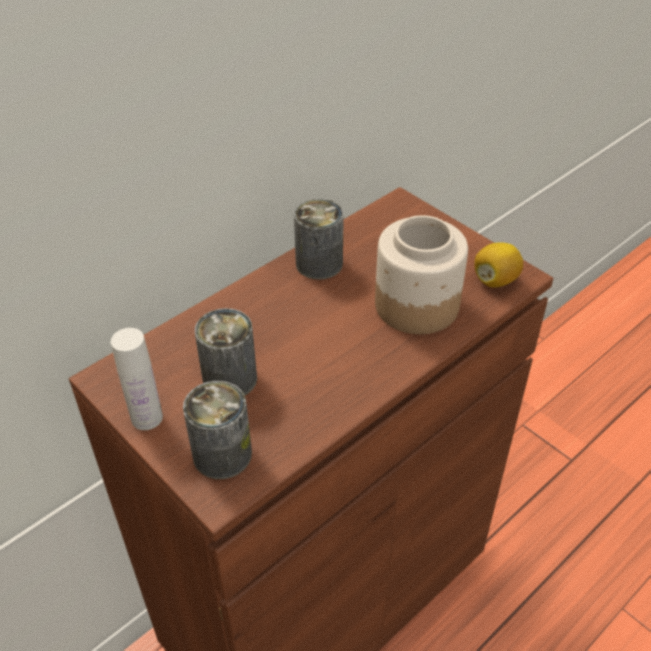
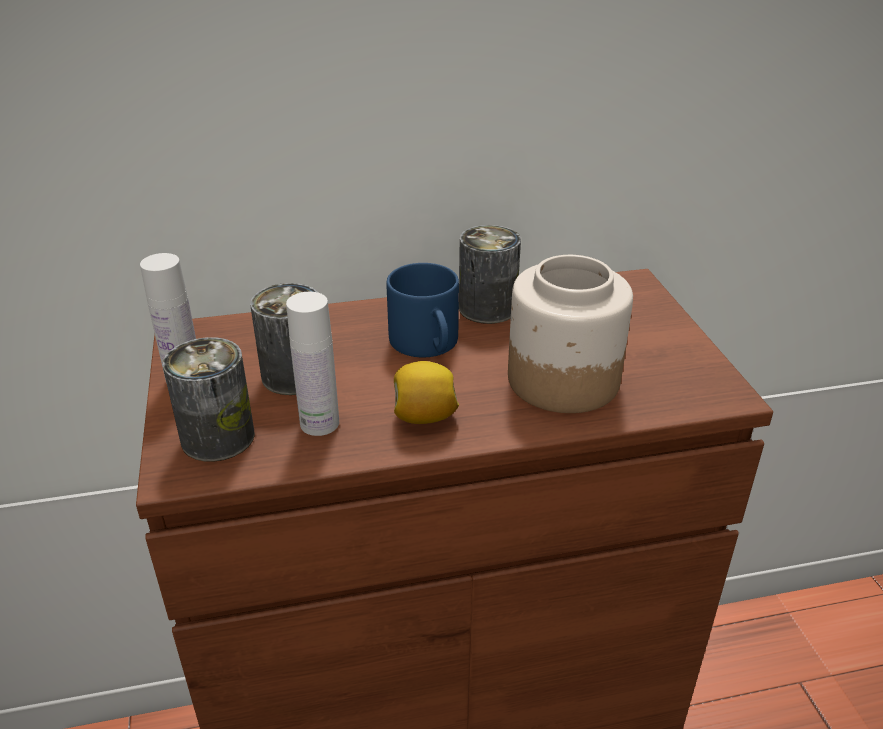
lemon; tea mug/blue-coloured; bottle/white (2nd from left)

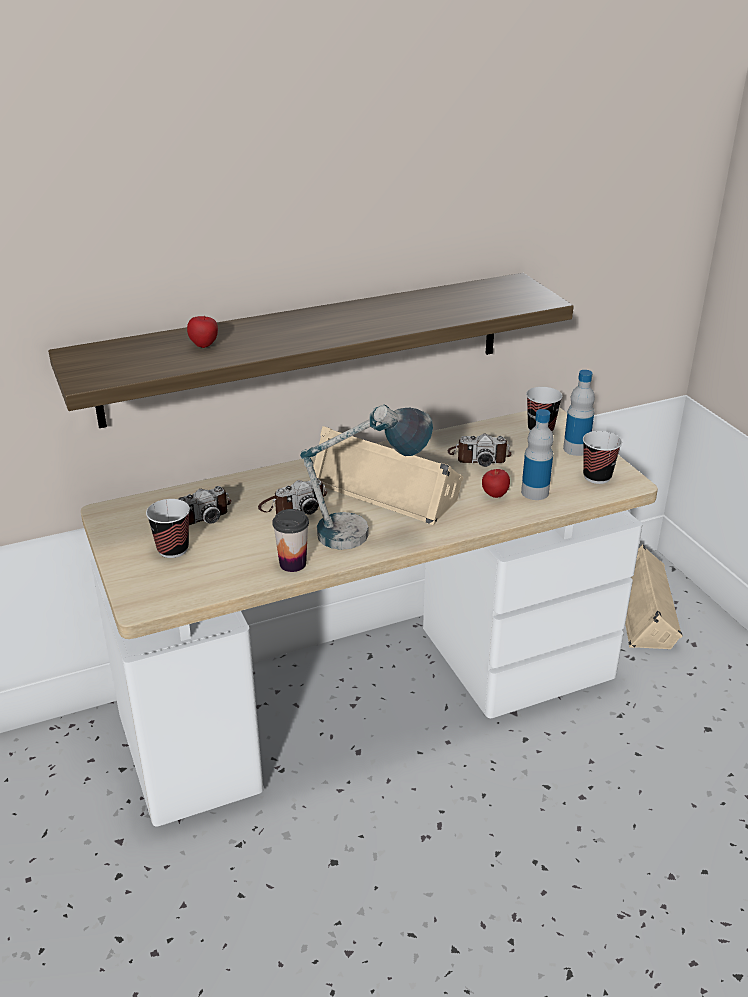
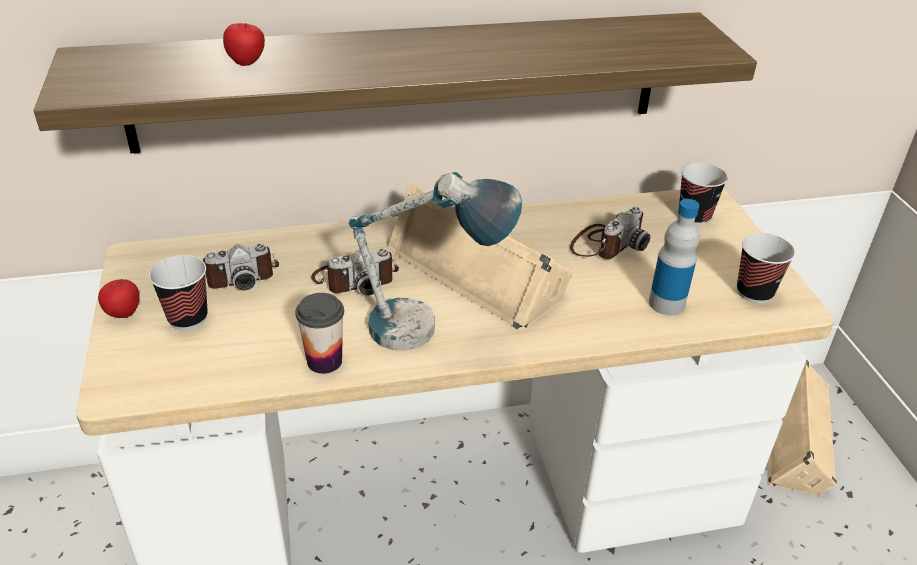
bottle (2nd from left in the first image); still camera (3rd from left); apple fruit (1st from left)

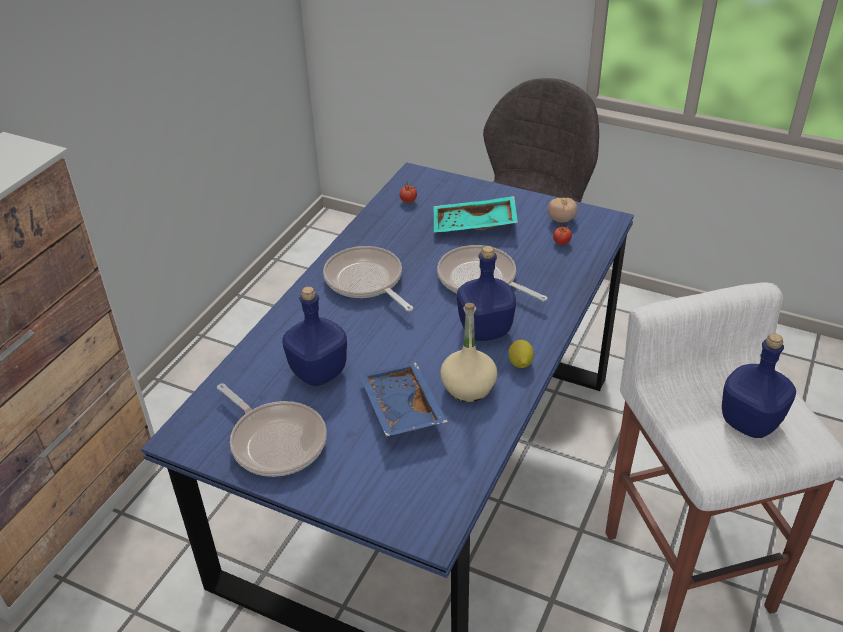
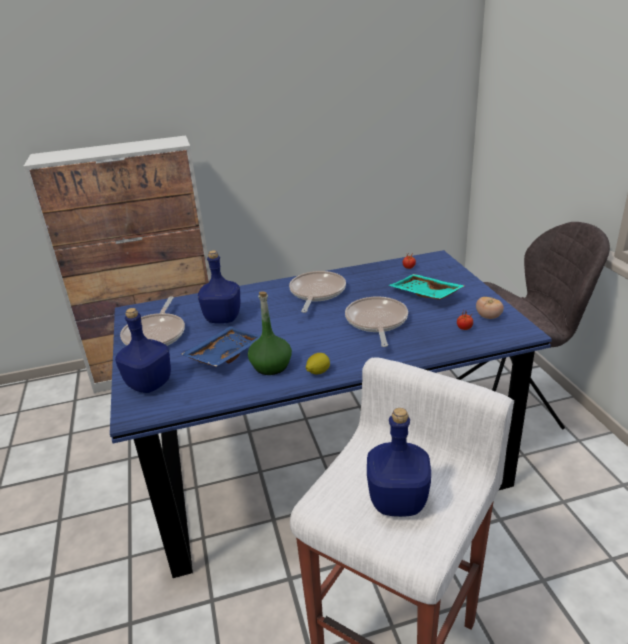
bottle/blue-coloured (1st from left); bottle/green

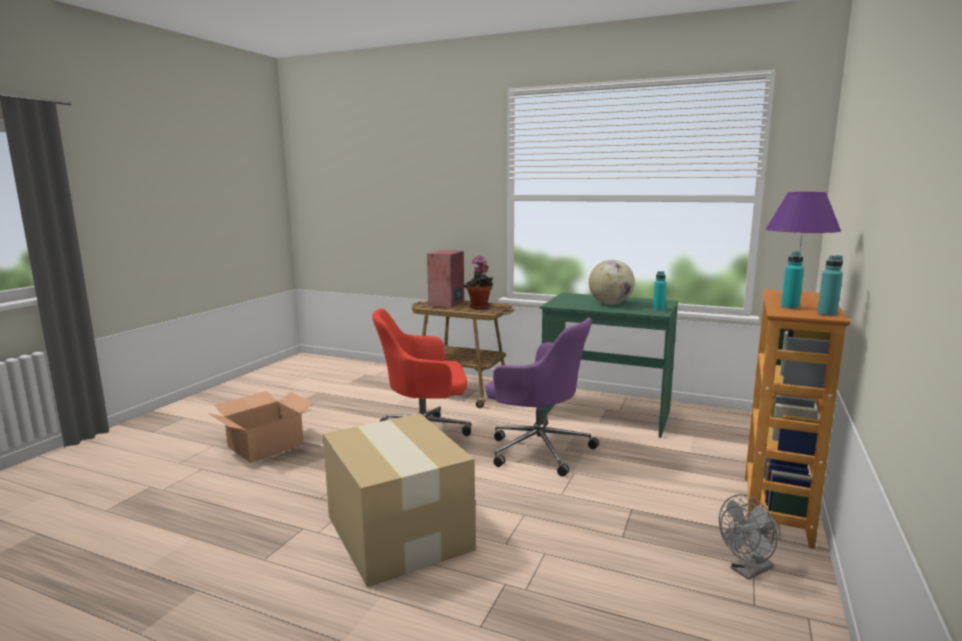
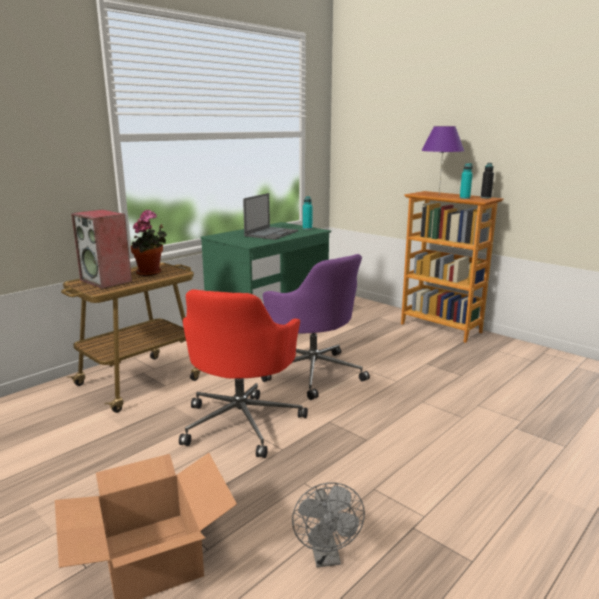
bottle/black-coloured; notebook computer; office chair/purplish; cardboard box (2nd from left in the first image); cooling fan/gray

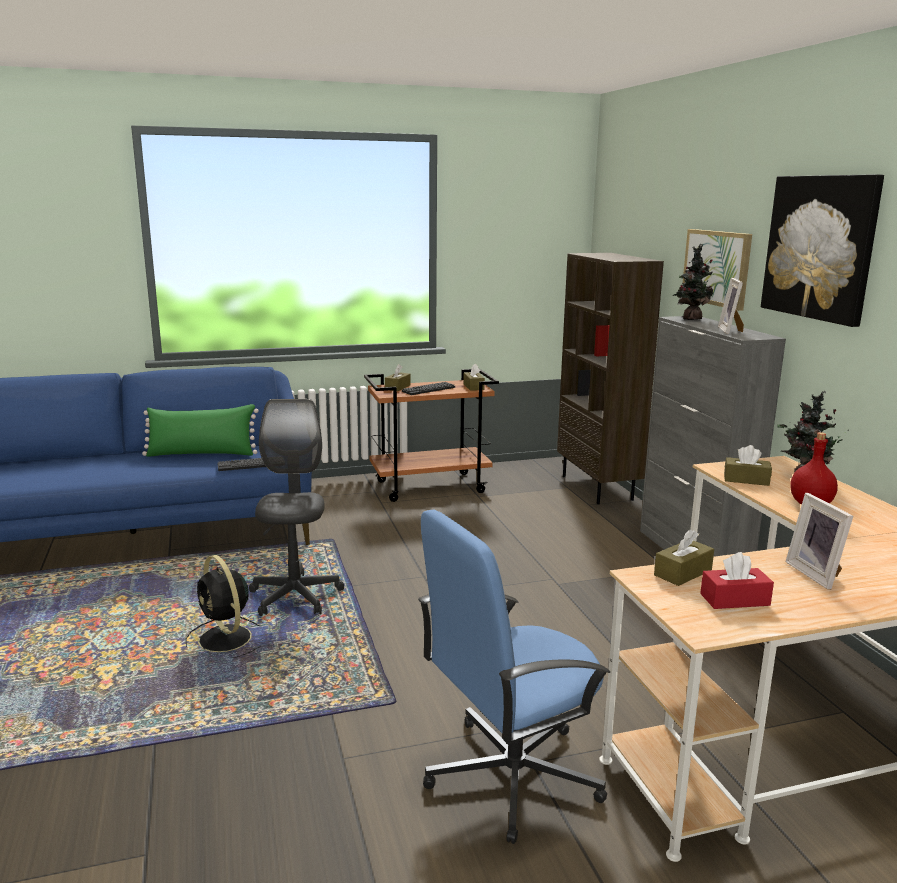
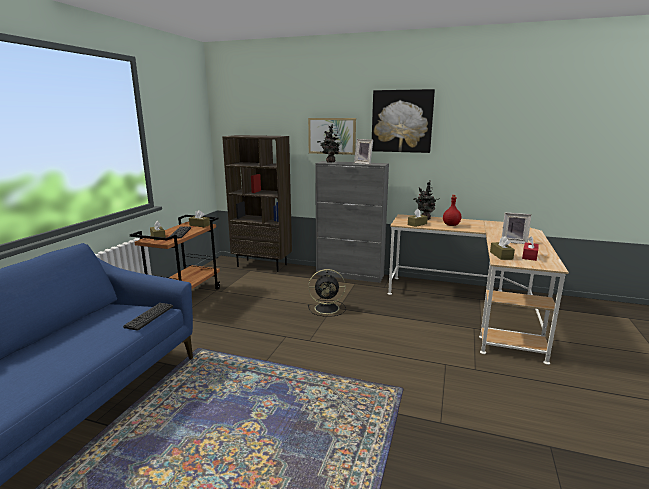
office chair/gray; cushion/green; office chair/blue-coloured; cooling fan/black-coloured

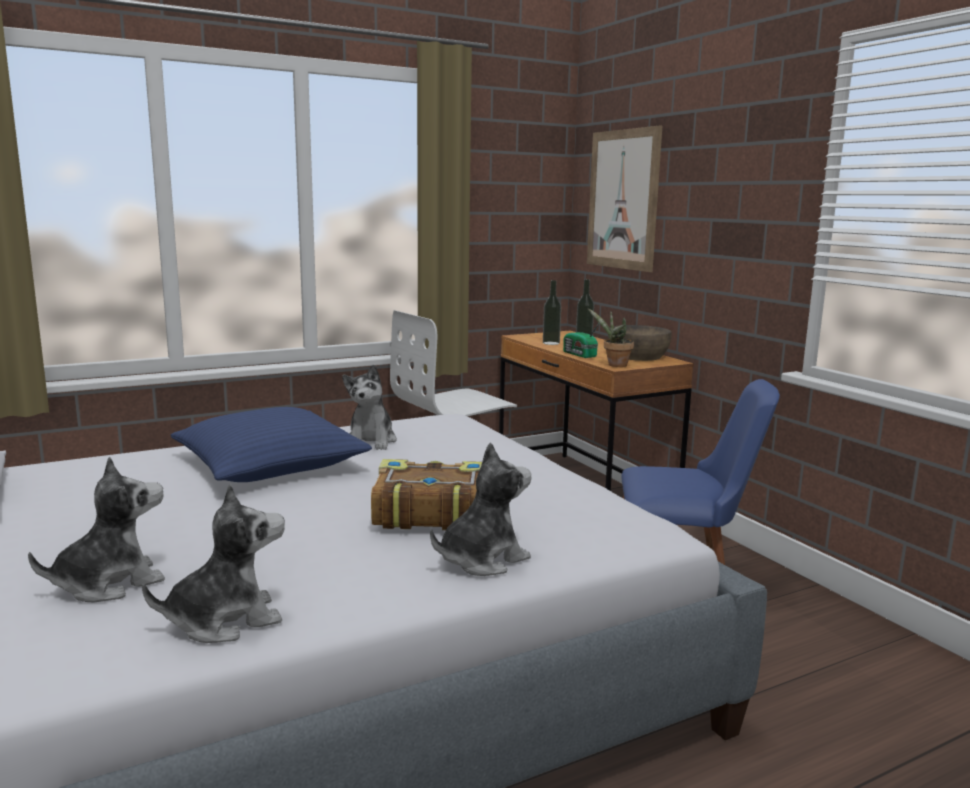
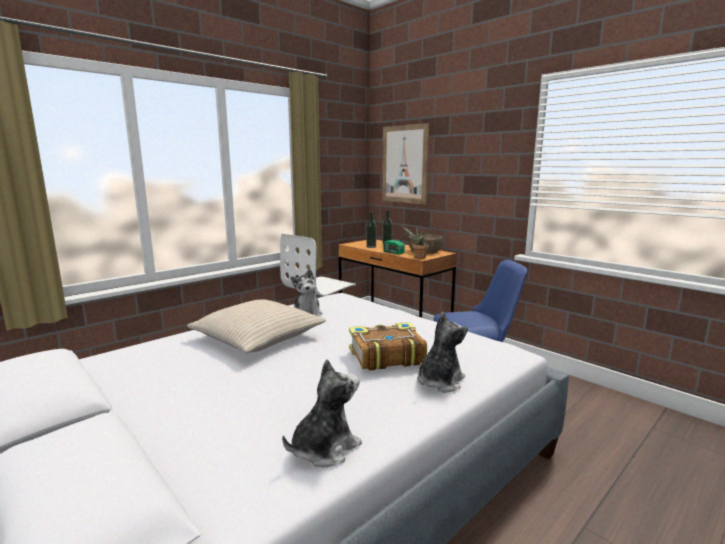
cushion/beige; plush toy (1st from left in the first image)

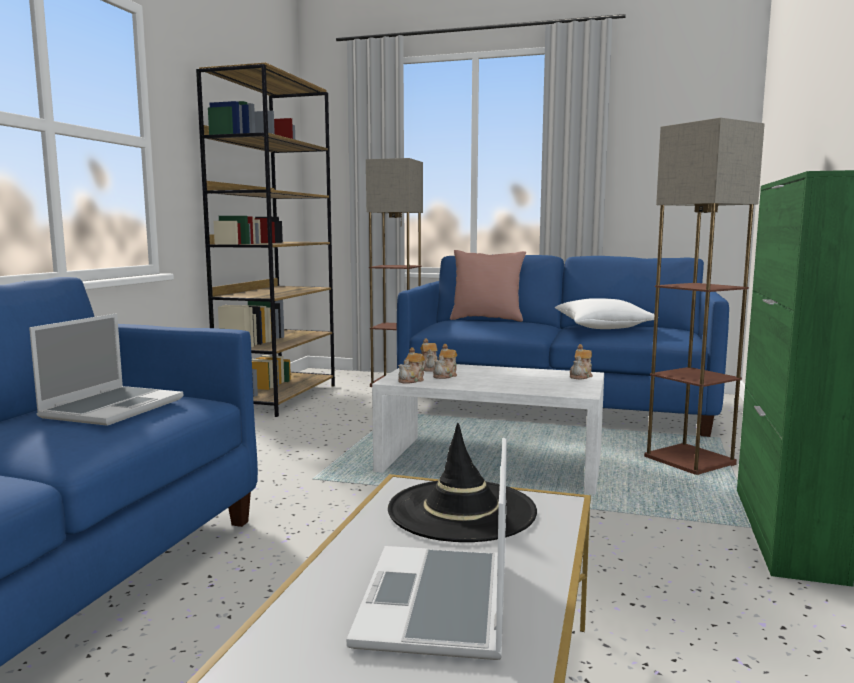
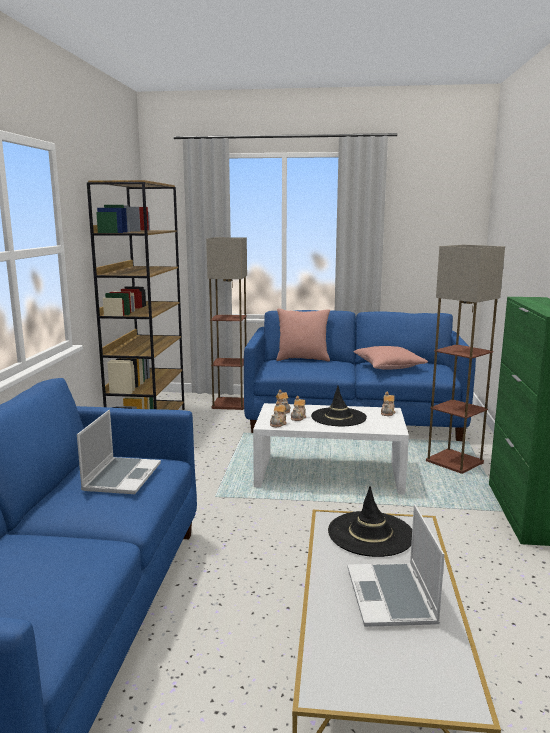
cushion/pink (2nd from left); hat/black-coloured (1st from left)

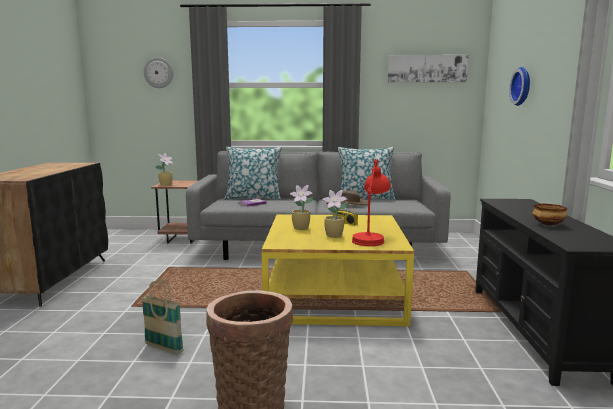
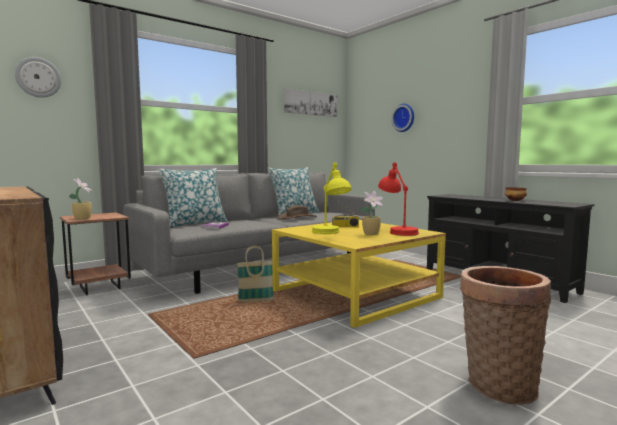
lamp for a table/yellow; basket (1st from left)

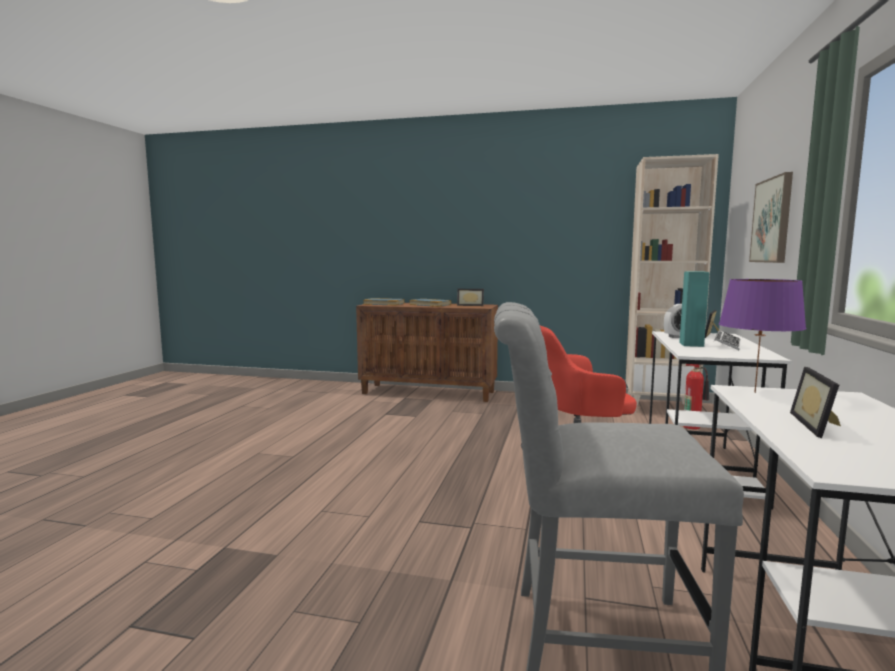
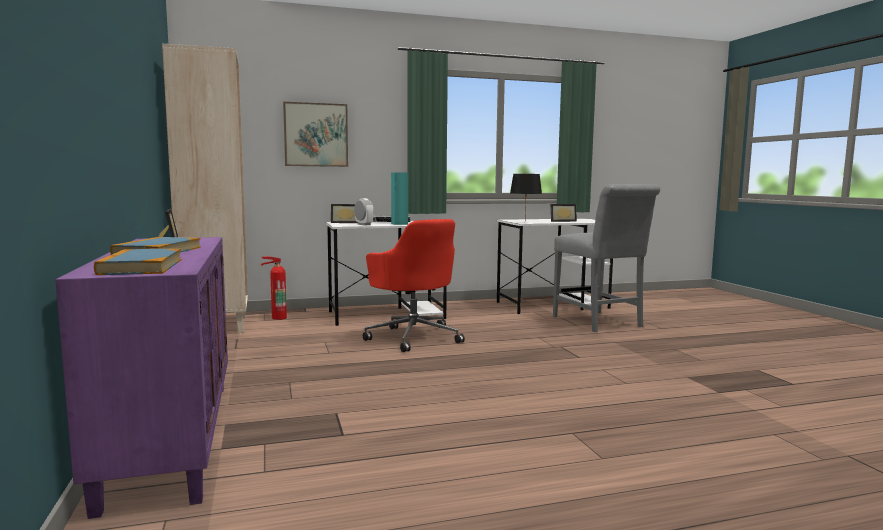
lamp for a table/black-coloured; storage cabinet/purplish

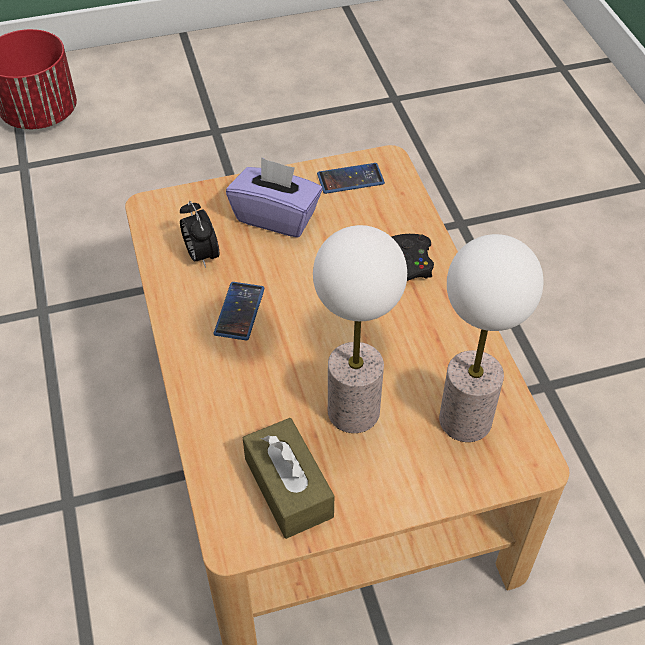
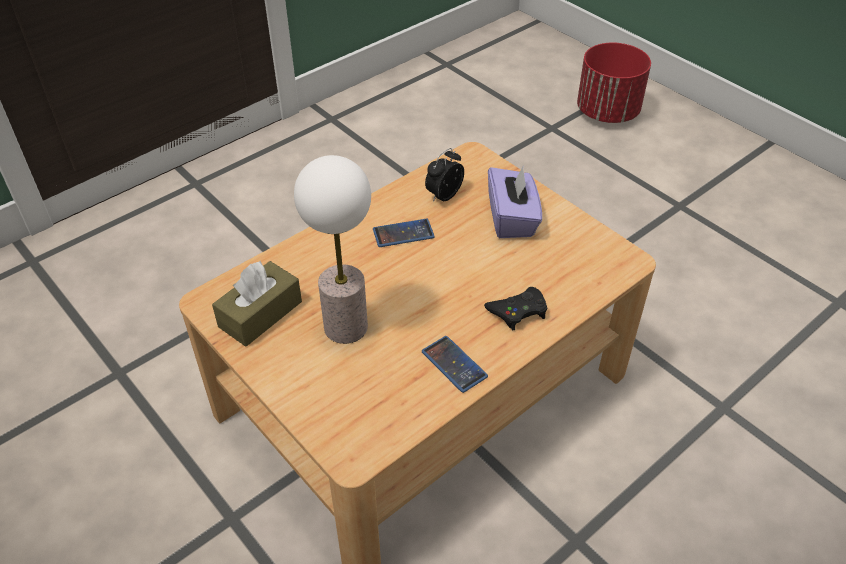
phone (2nd from left); lamp for a table (2nd from left in the first image)

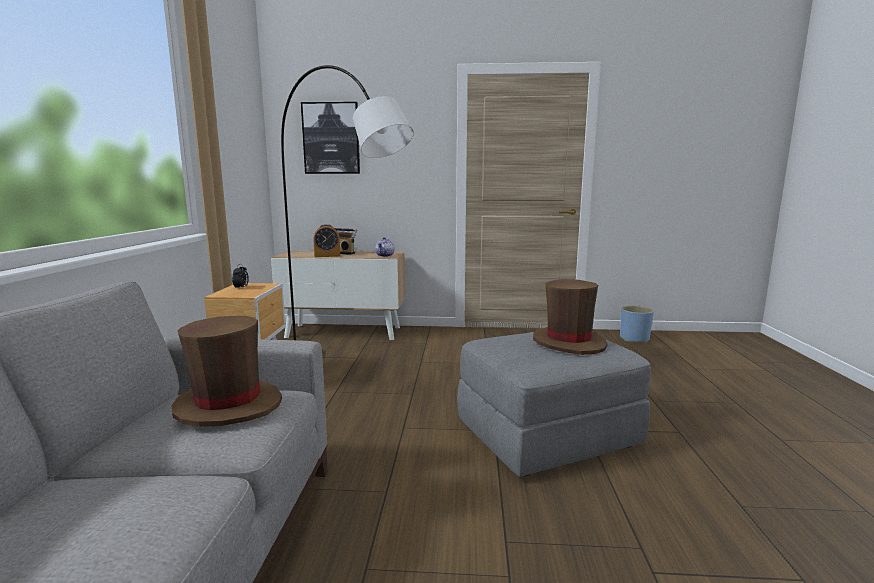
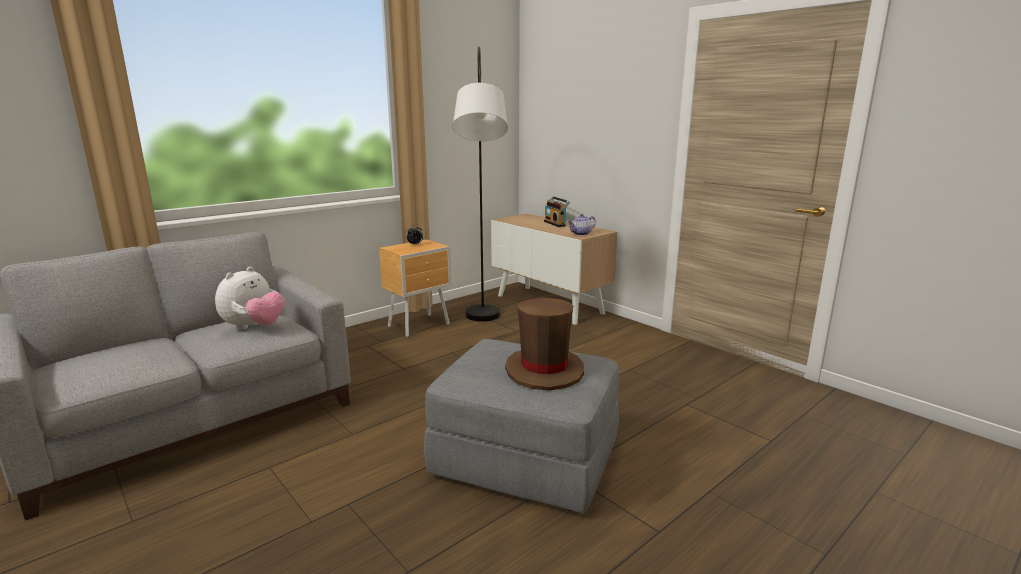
picture; alarm clock (2nd from left in the first image); plant pot/blue-coloured; plush toy

